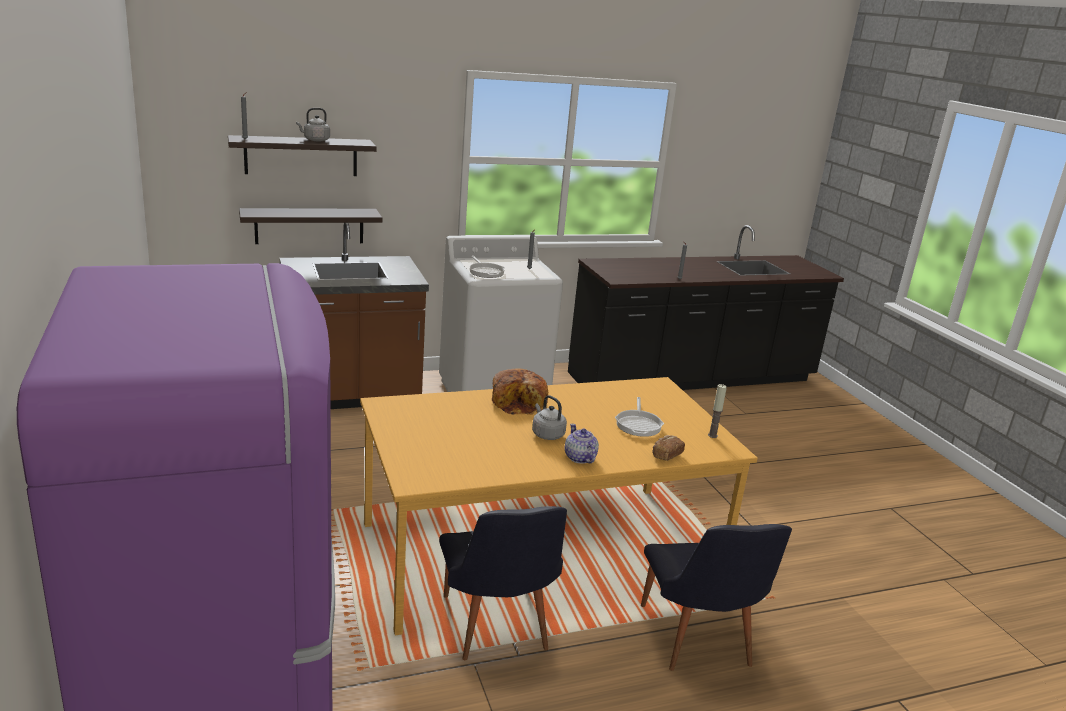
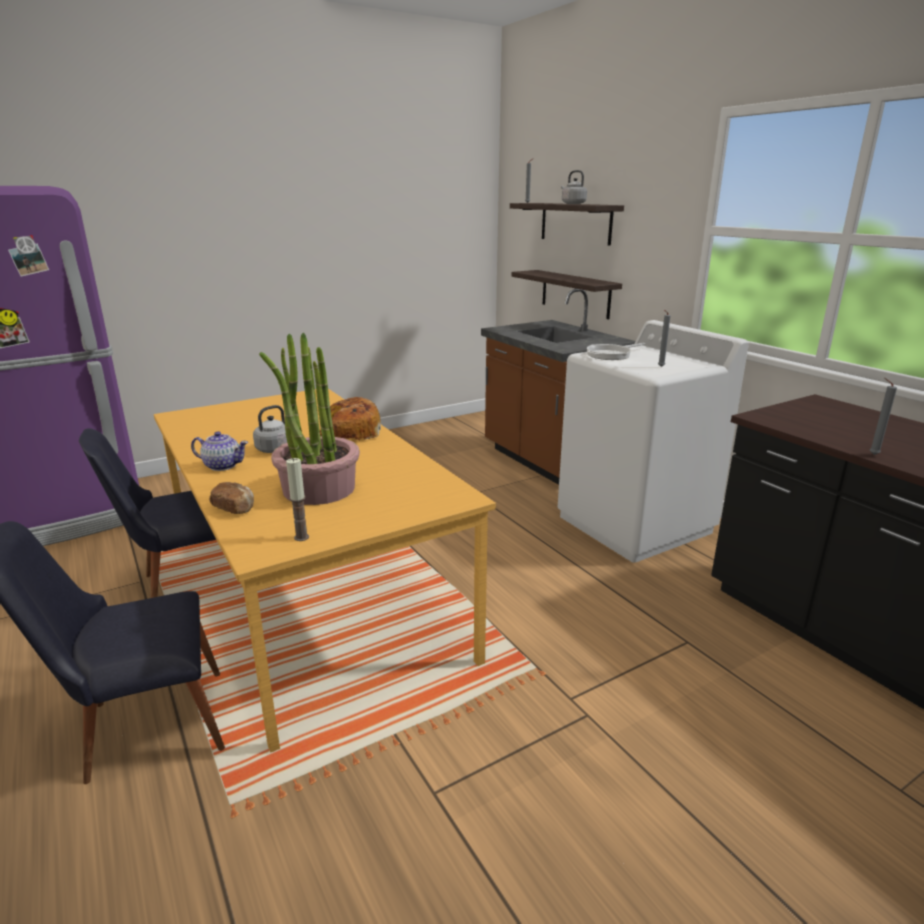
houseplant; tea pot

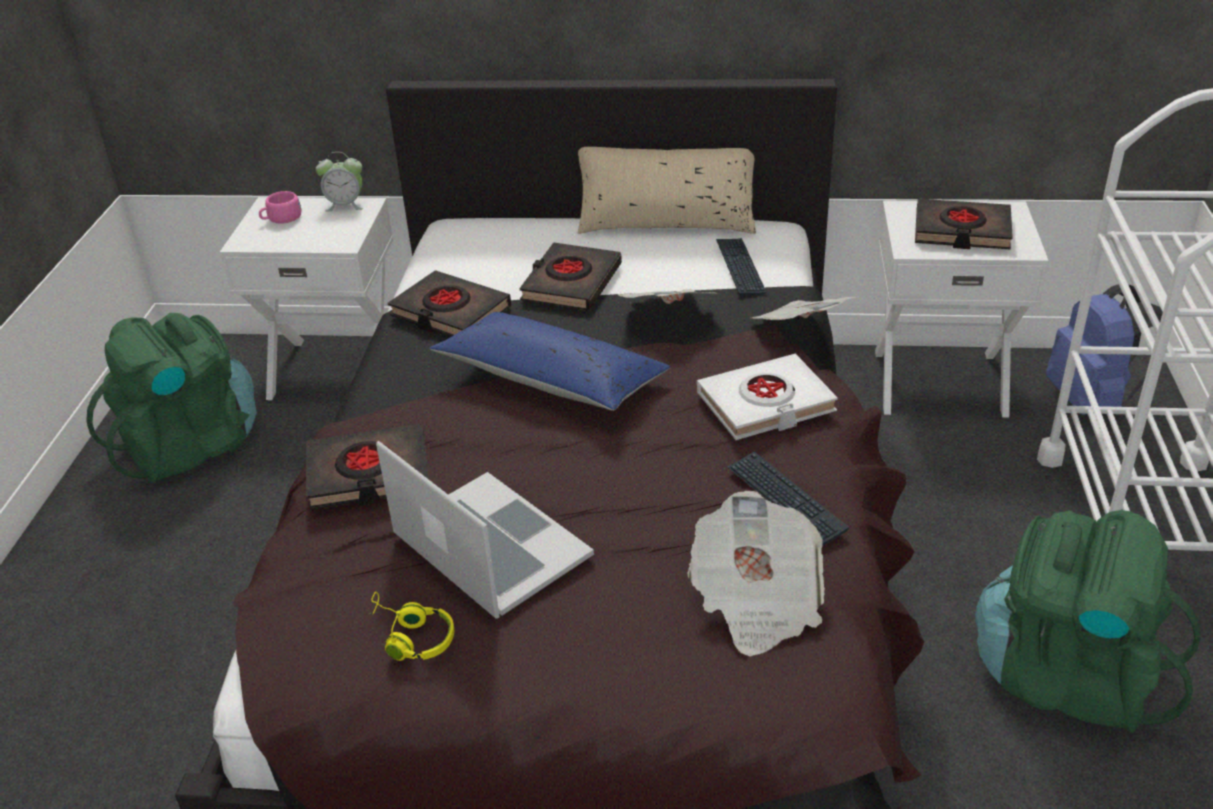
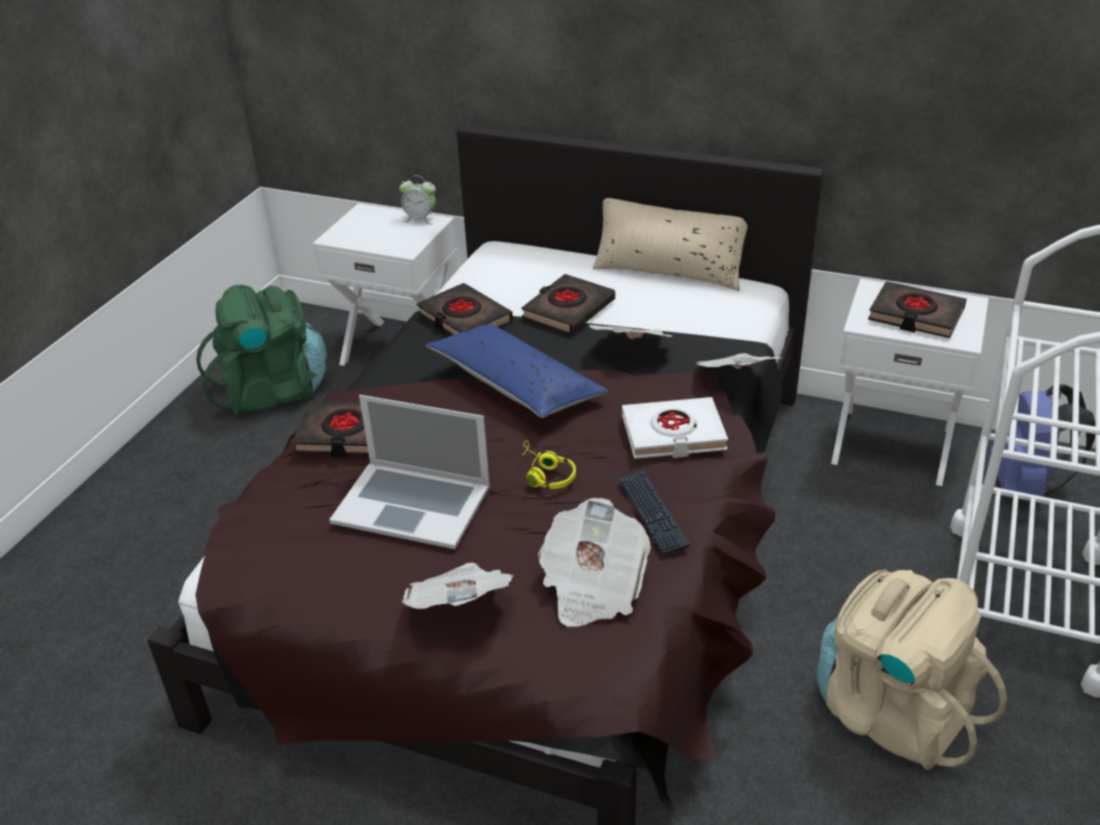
cup/pink; PC keyboard (1st from left in the first image); notebook computer; rucksack/beige; headphones/yellow; newspaper (1st from left)

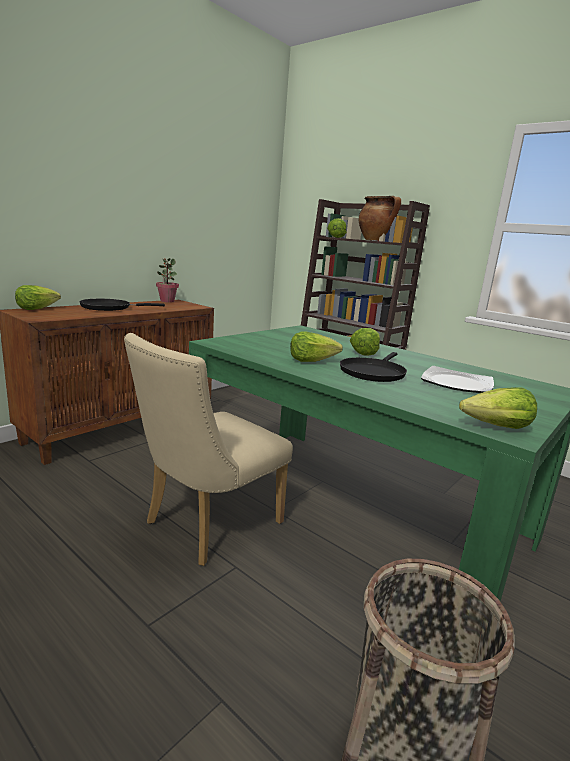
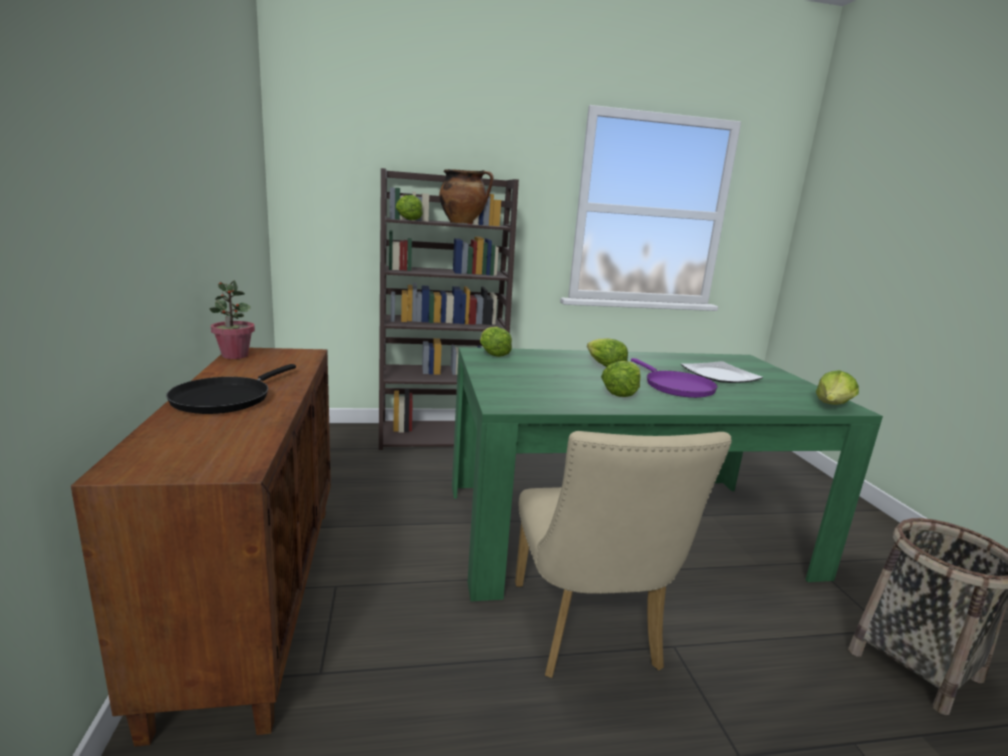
head of lettuce (2nd from left); frying pan/purplish

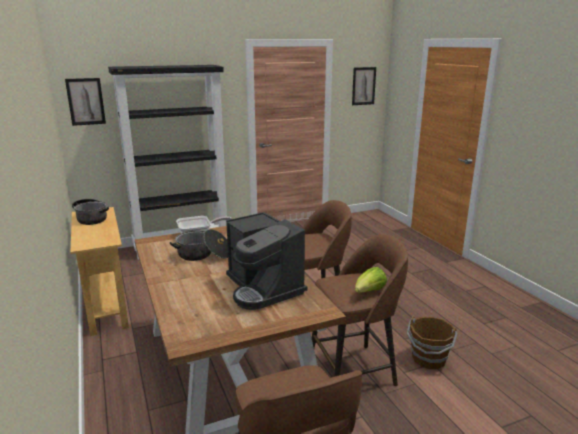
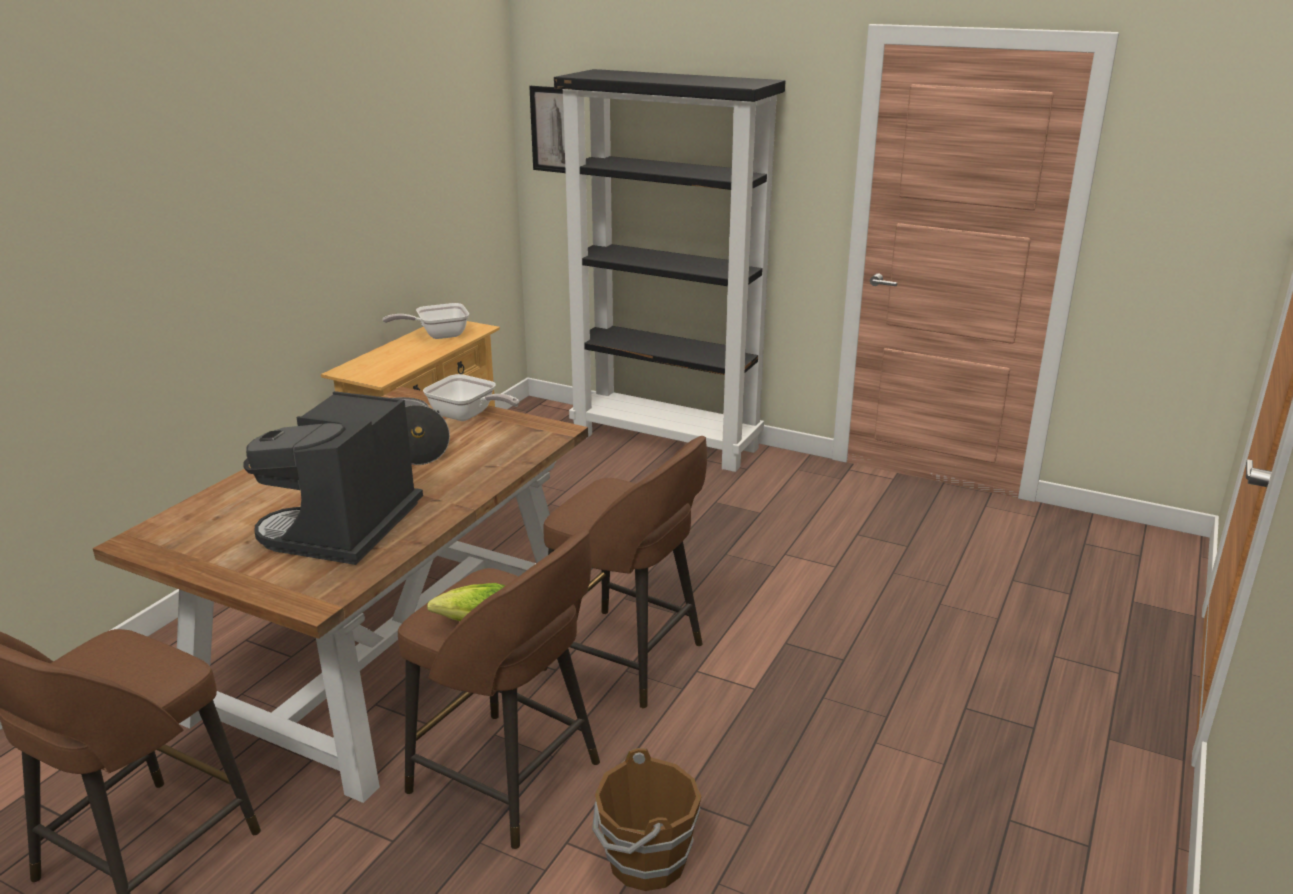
picture (2nd from left in the first image); frying pan (1st from left)

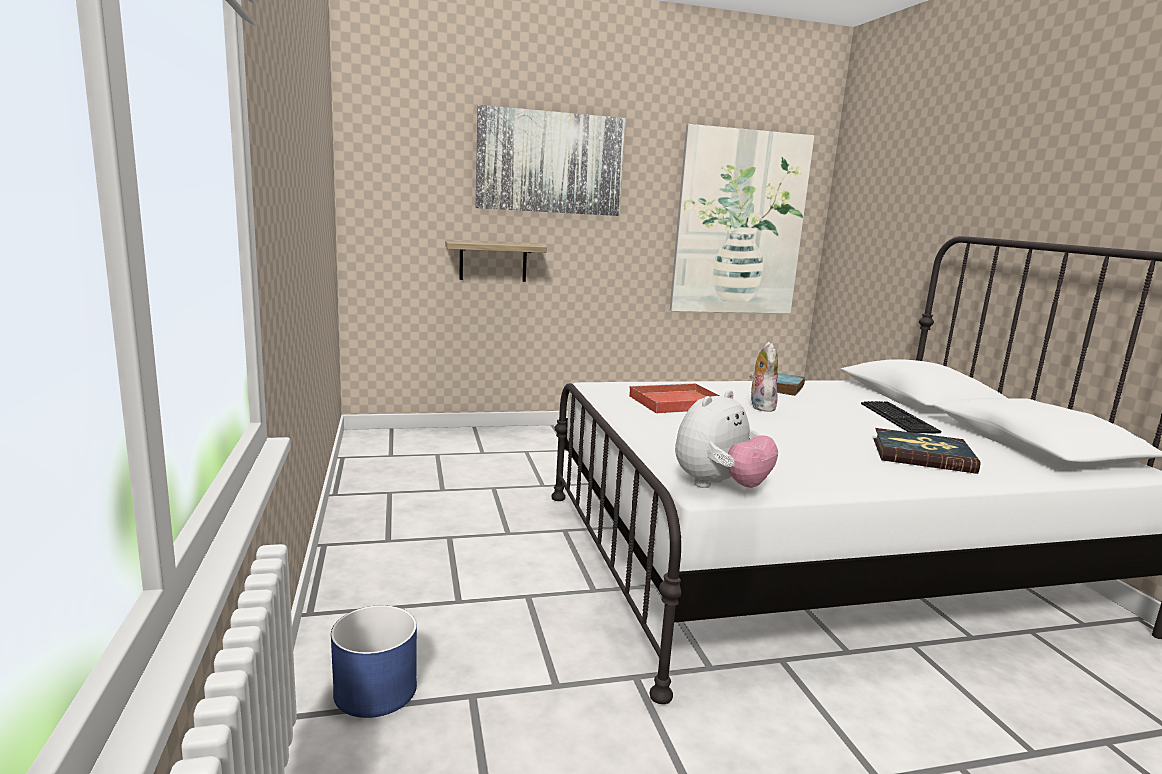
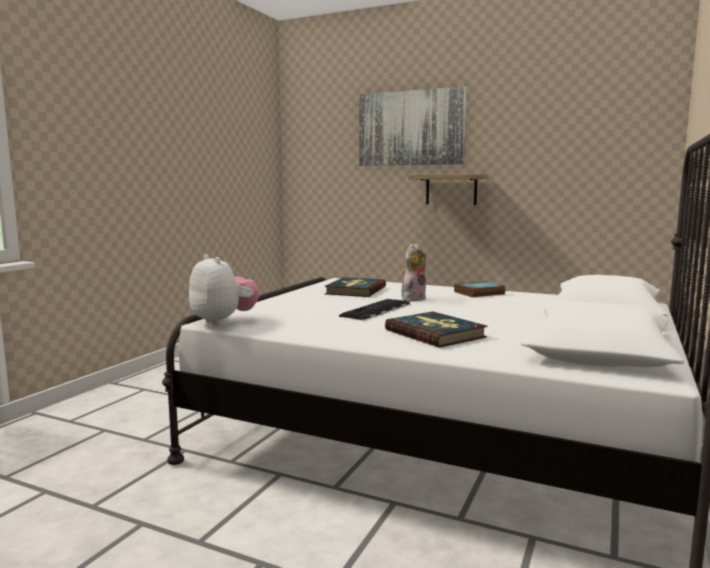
picture (2nd from left in the first image); bracket shelf; book (1st from left); plush toy (1st from left); PC keyboard; plant pot/blue-coloured

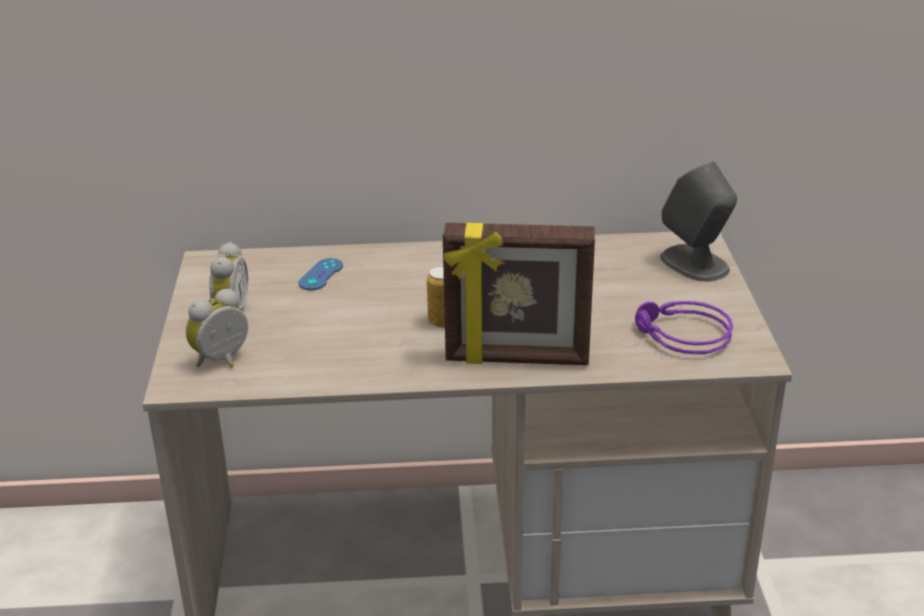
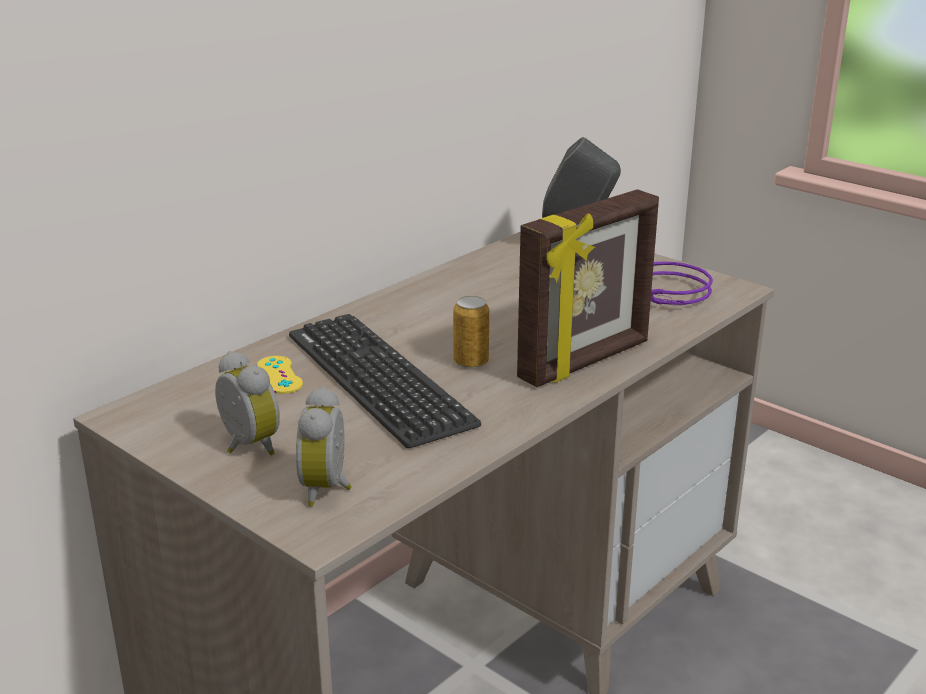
joypad/yellow; PC keyboard

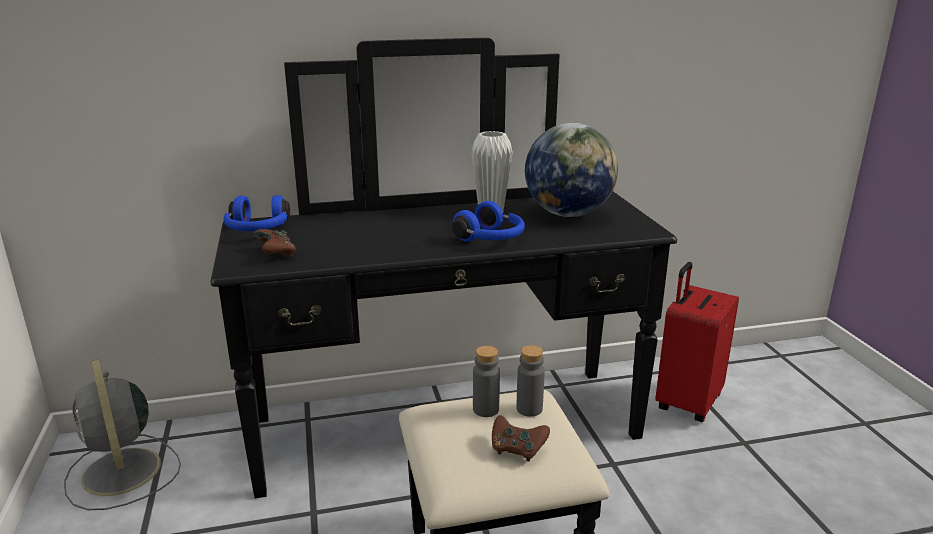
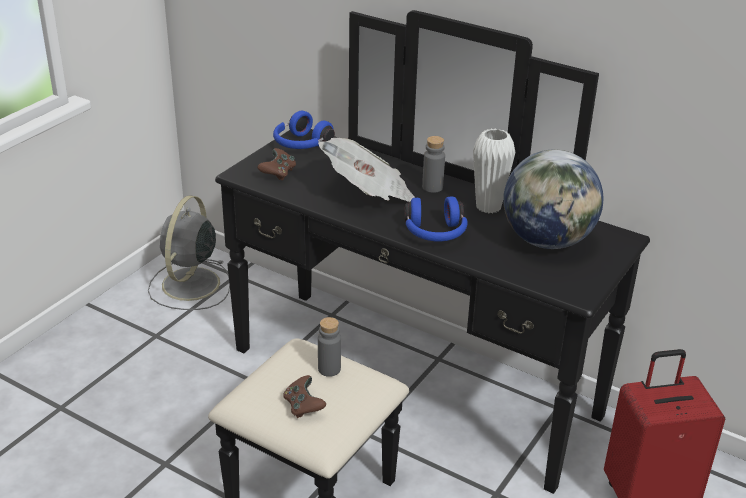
bottle/gray (2nd from left); newspaper

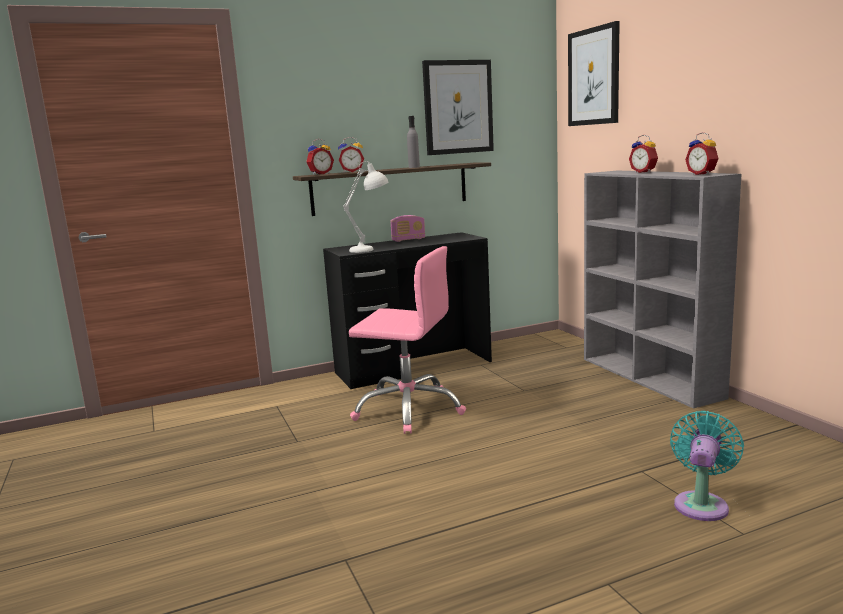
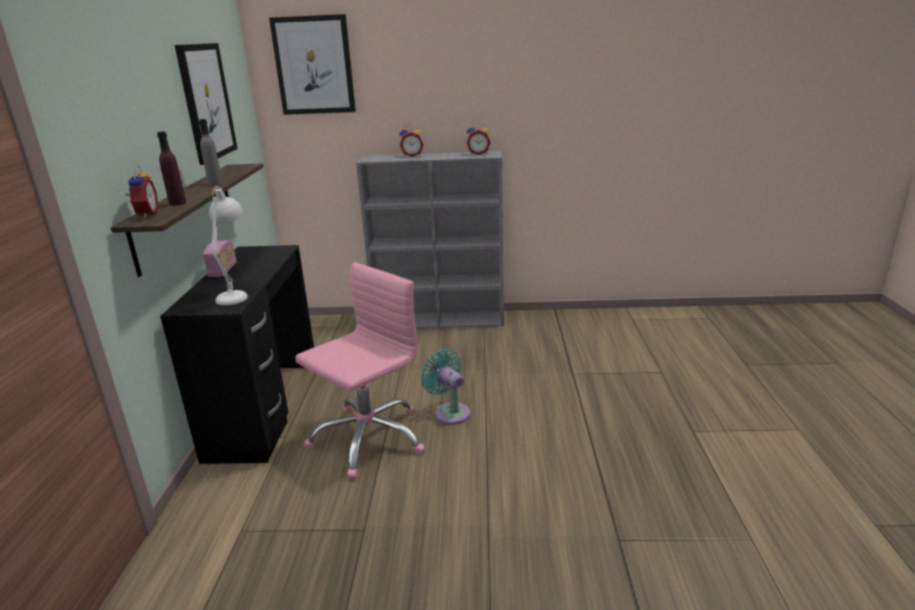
bottle/purplish; cooling fan/turquoise-coloured

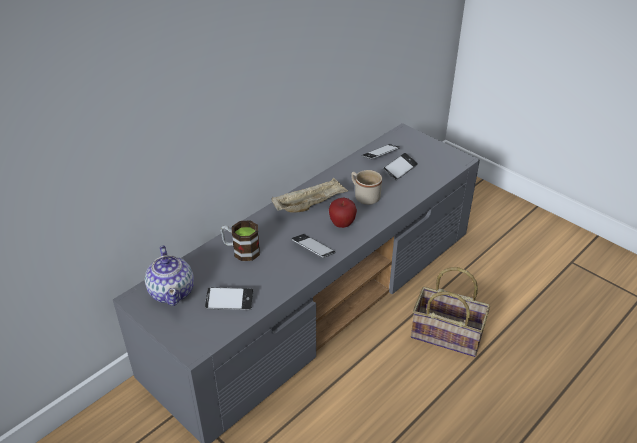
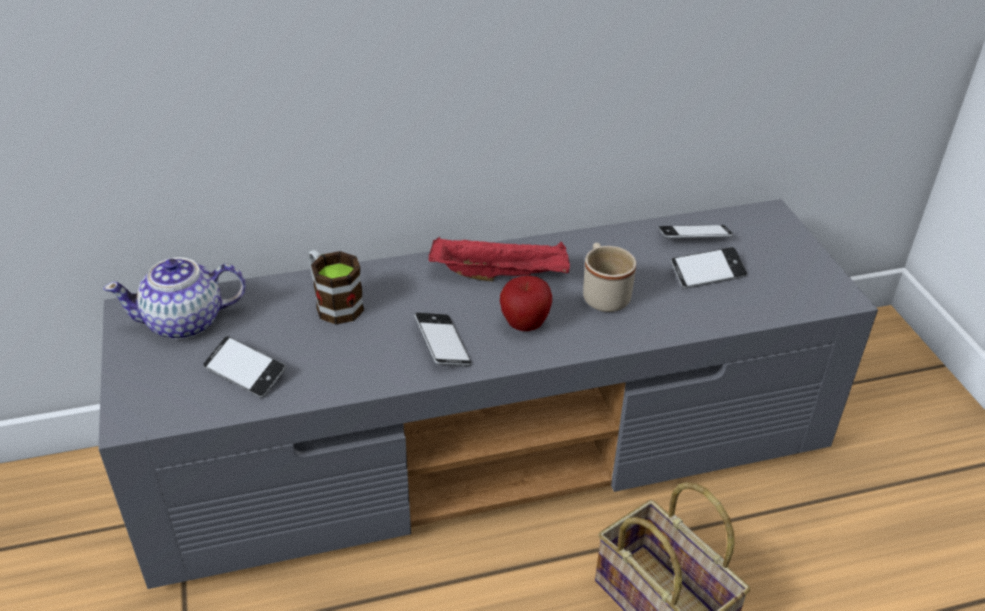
carrying tray/red-coloured; tea pot

